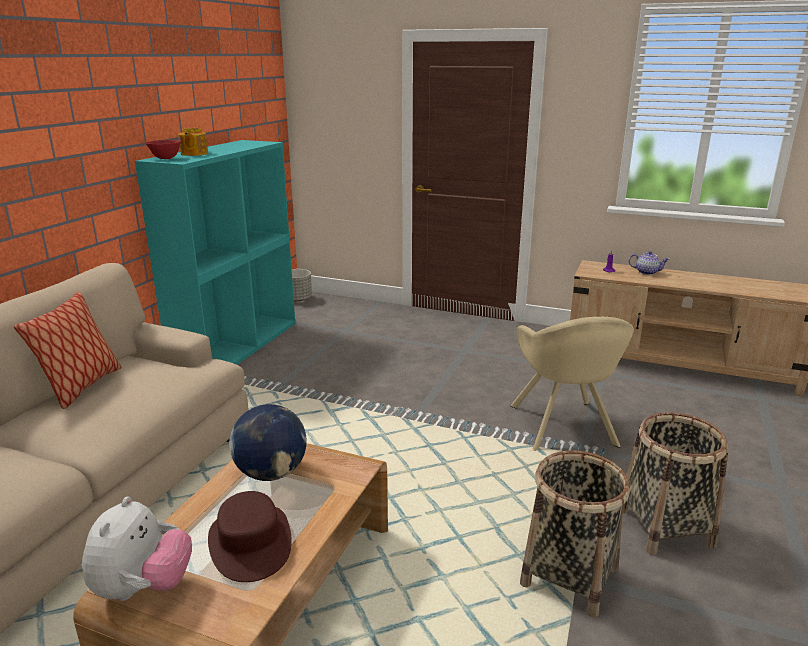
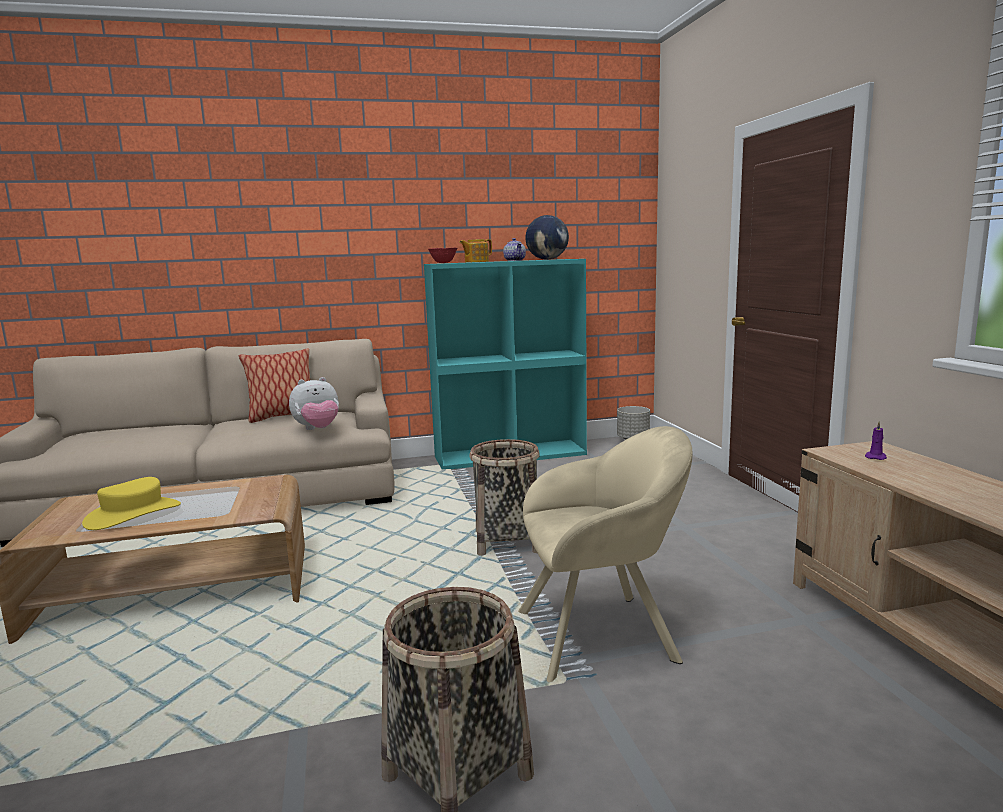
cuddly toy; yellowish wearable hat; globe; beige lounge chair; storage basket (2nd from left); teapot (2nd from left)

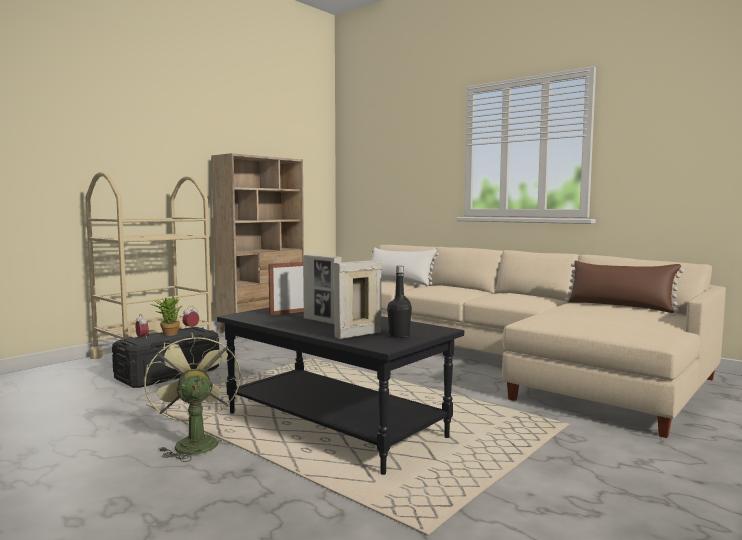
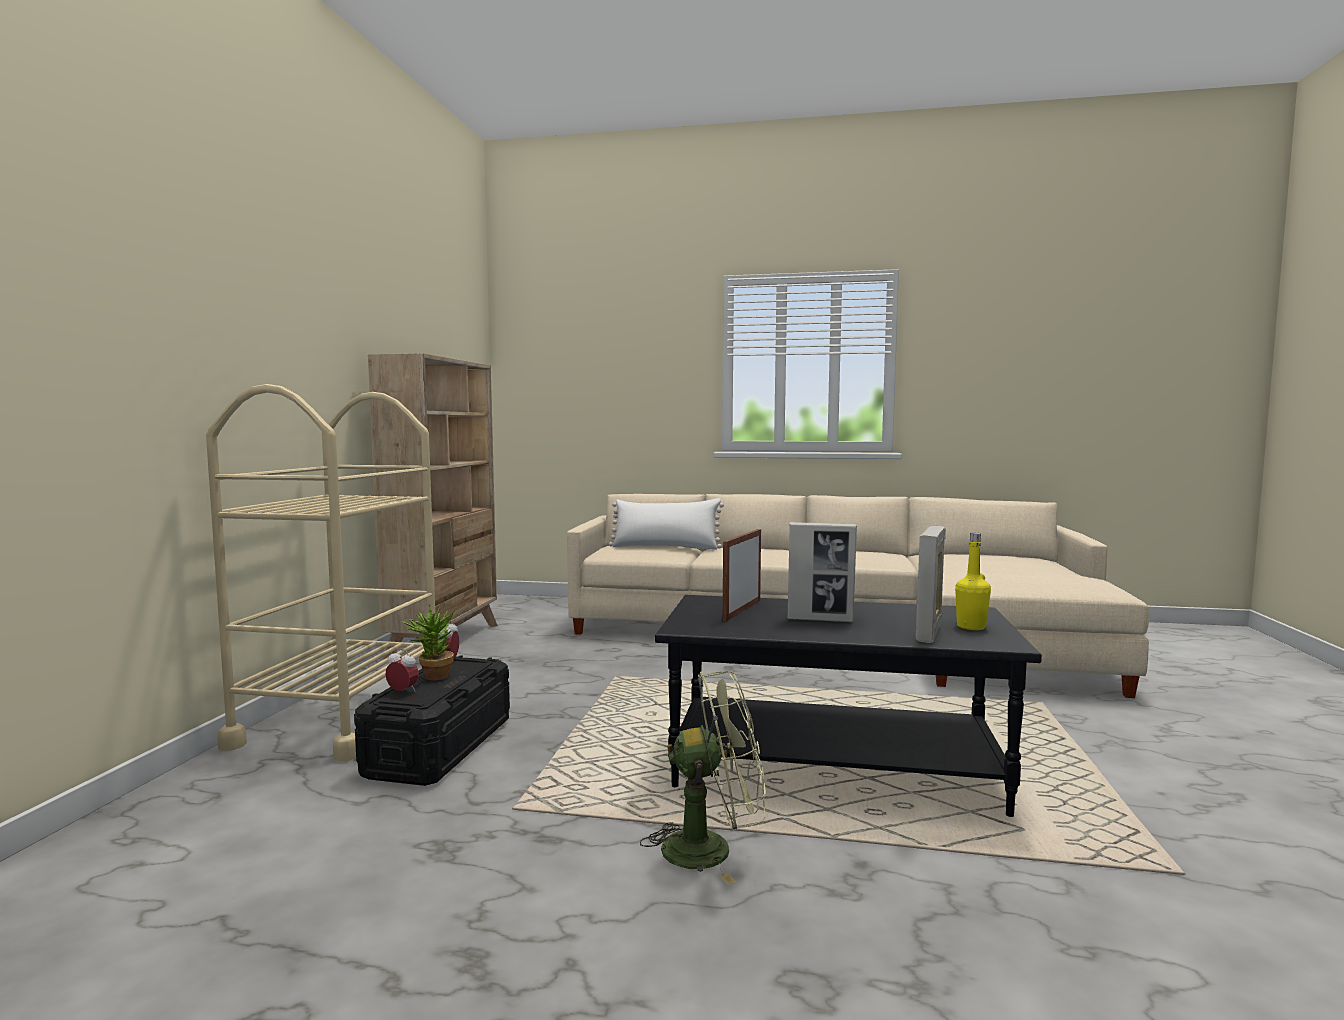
green electric fan; yellowish bottle; brown cushion

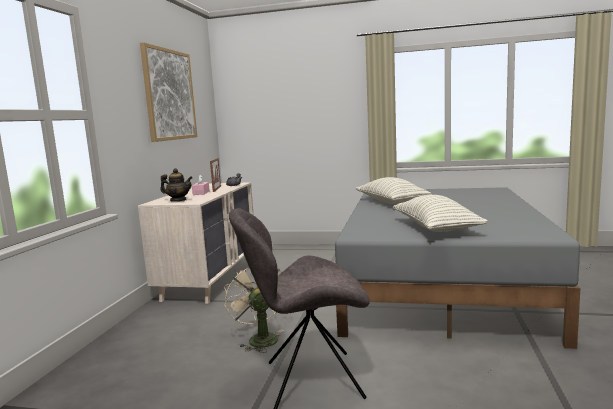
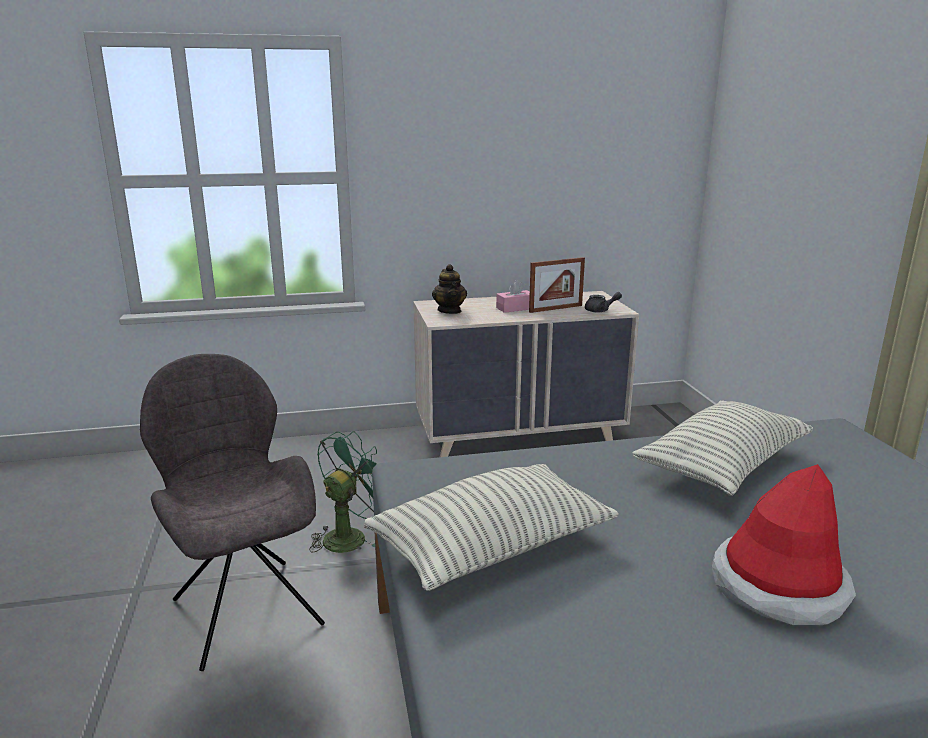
picture; green electric fan; wearable hat

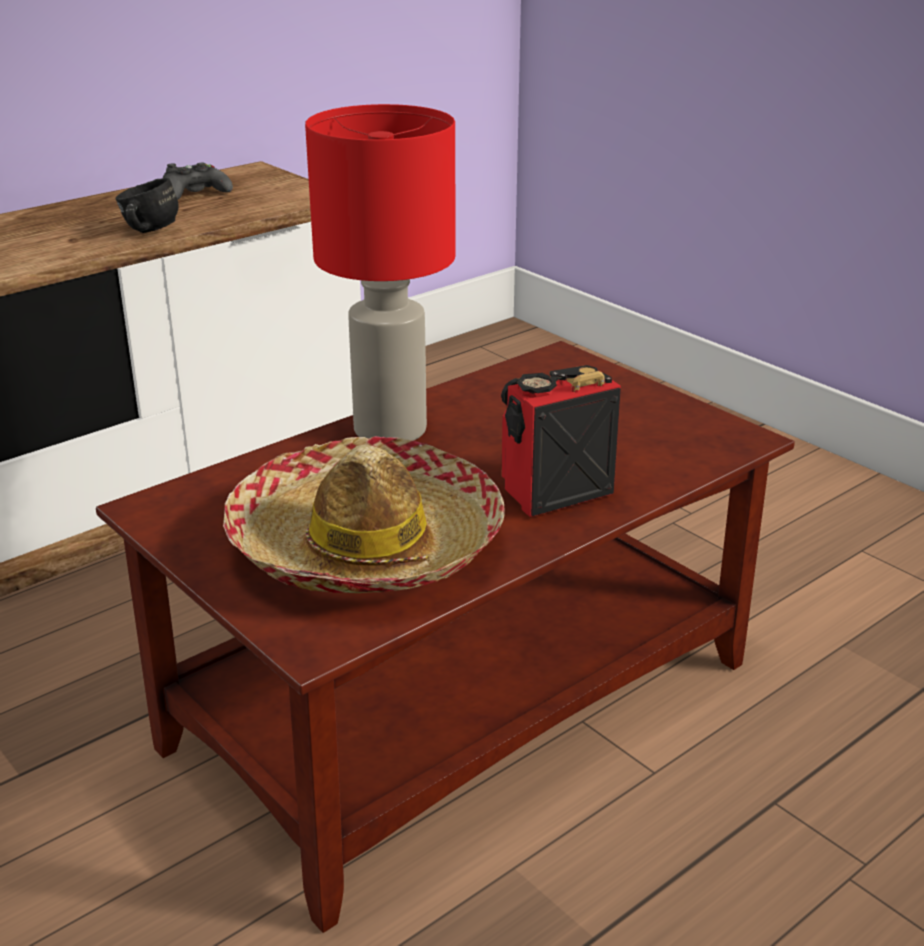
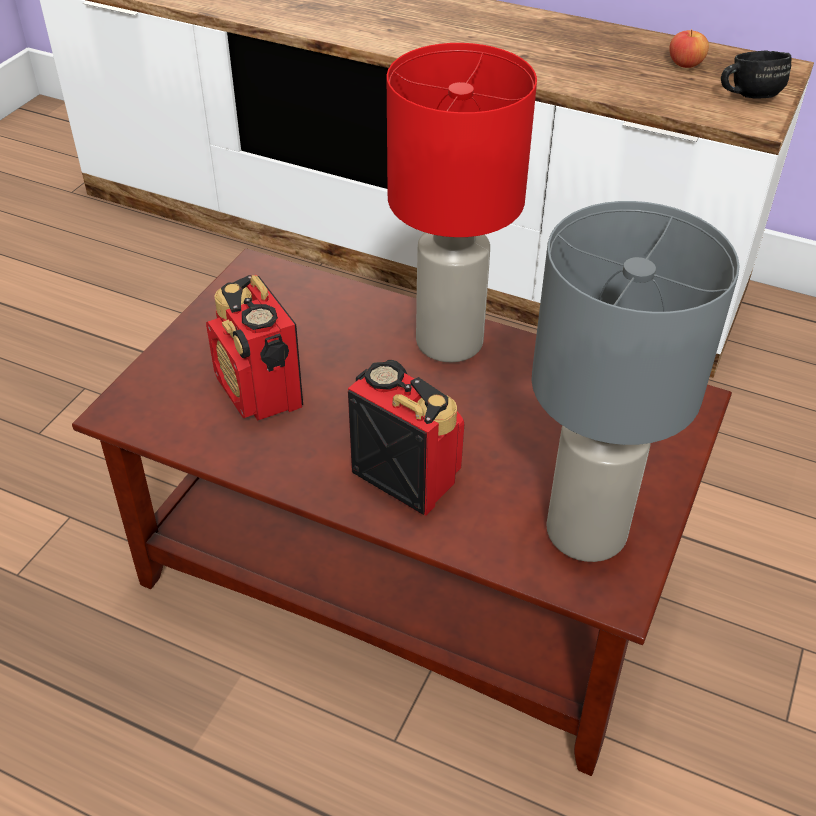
black mug; apple fruit; radio (1st from left); gray tabletop lamp

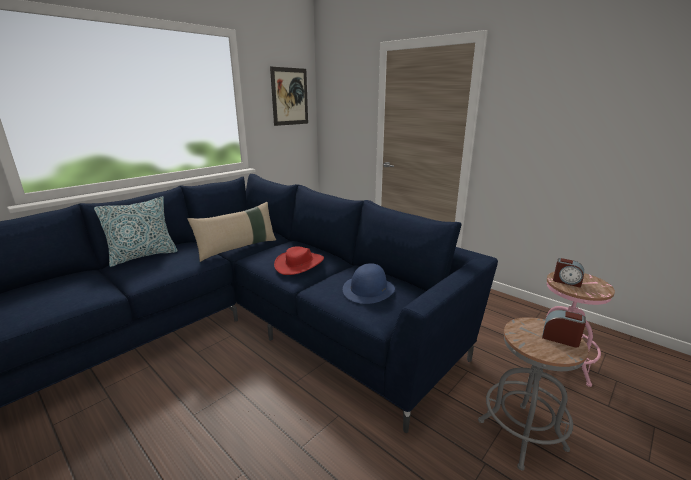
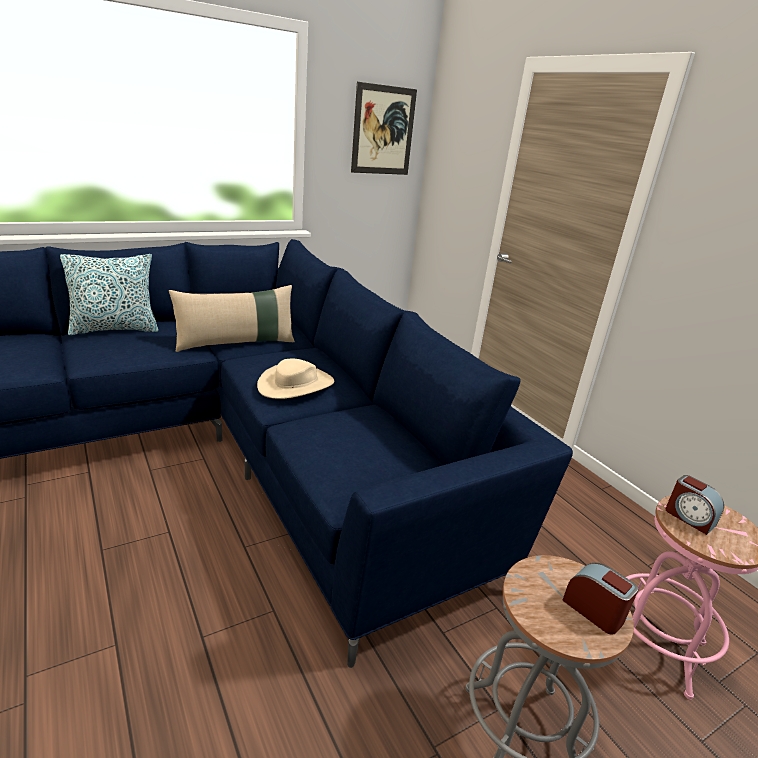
beige wearable hat; bluish wearable hat

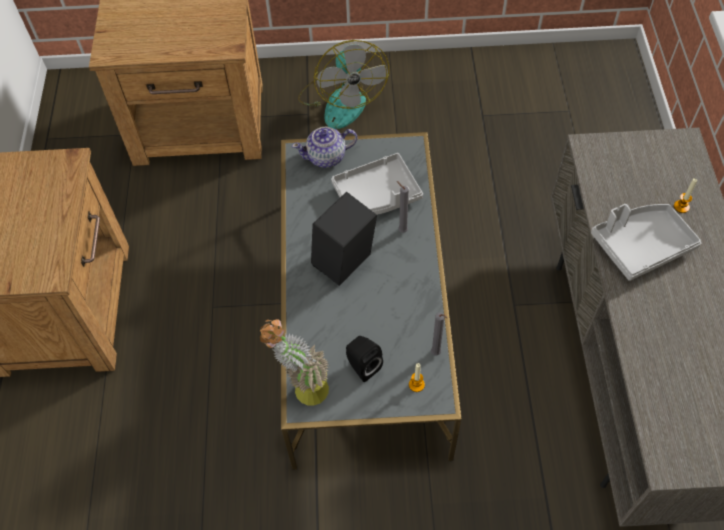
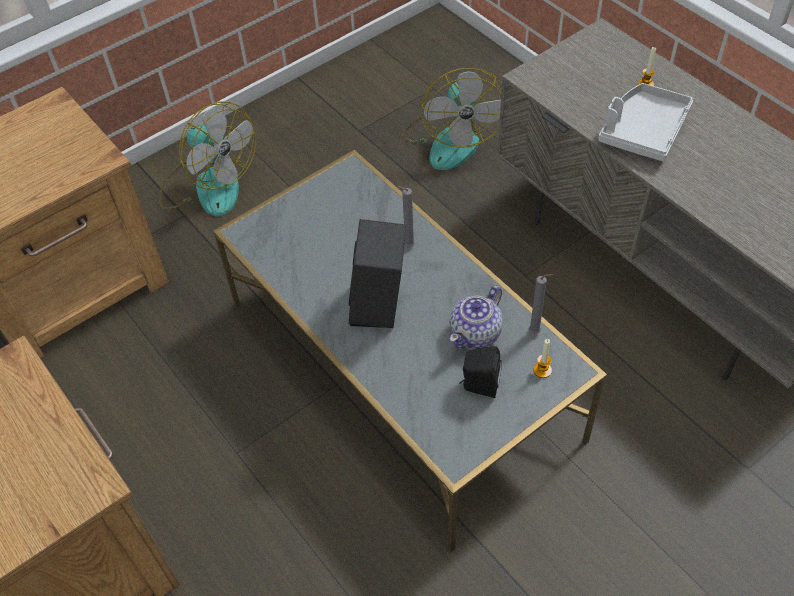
potted plant; teapot; gray serving tray (1st from left in the first image); electric fan (2nd from left)

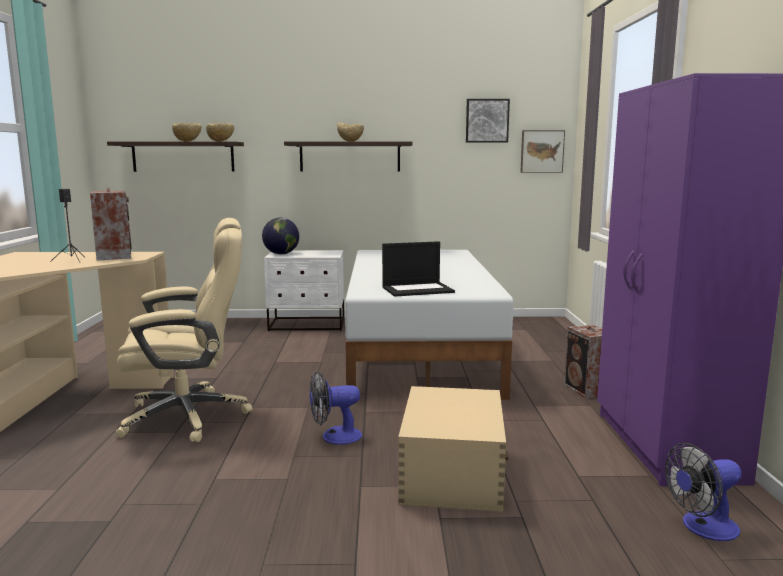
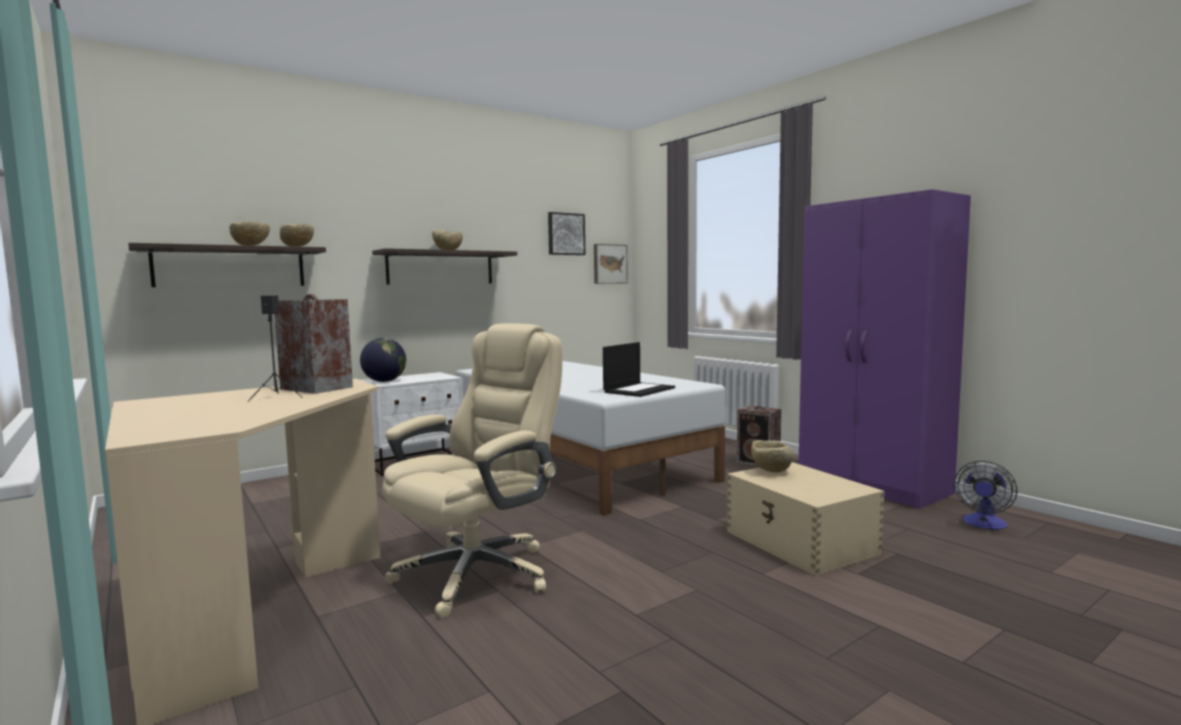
electric fan (1st from left in the first image); beige serving bowl (4th from left)

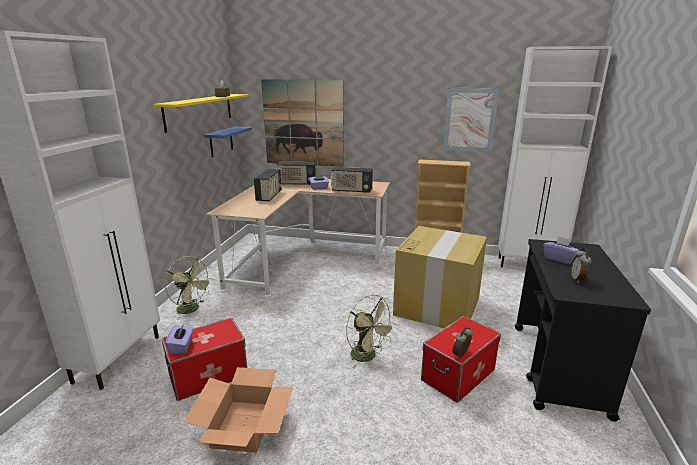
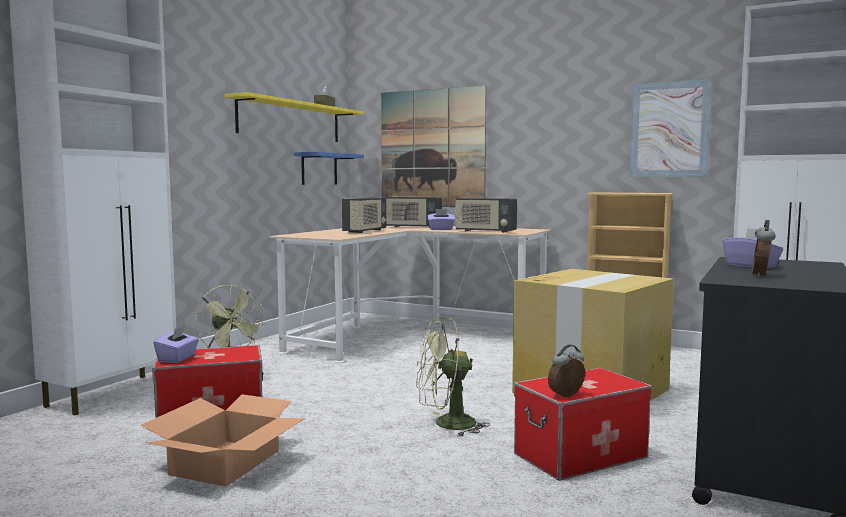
green electric fan (2nd from left)

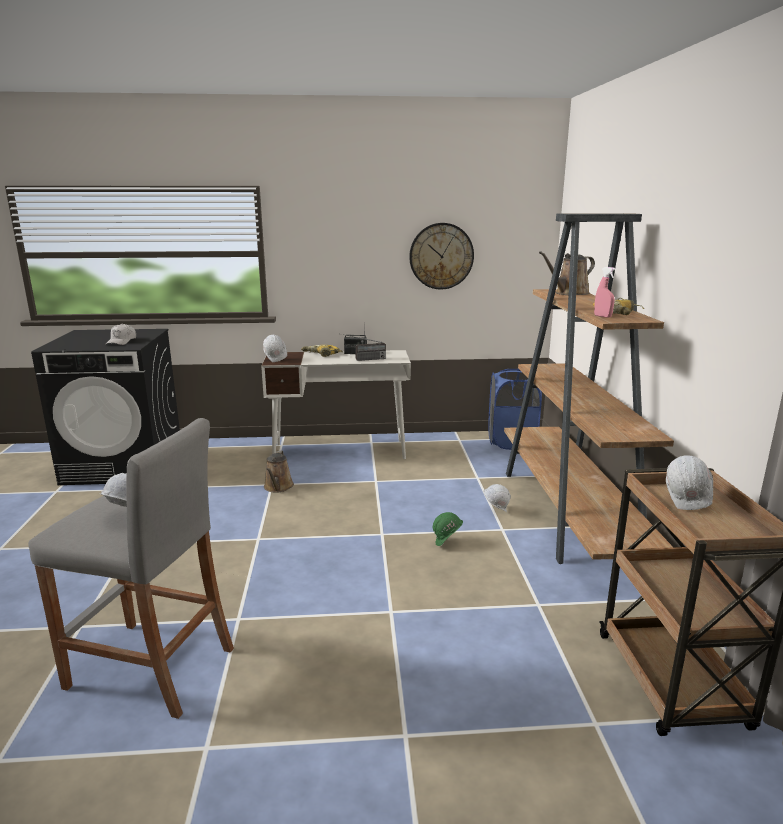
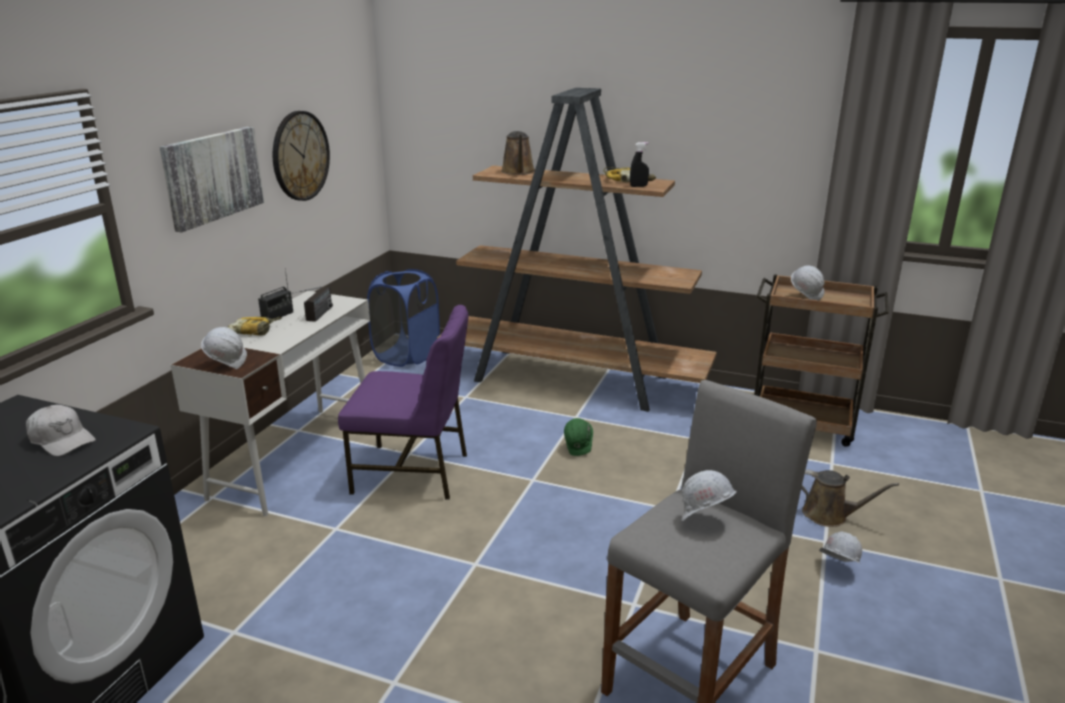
brown watering pot (2nd from left); white safety helmet (4th from left); black hand sprayer; picture; purple-coloured plain chair

